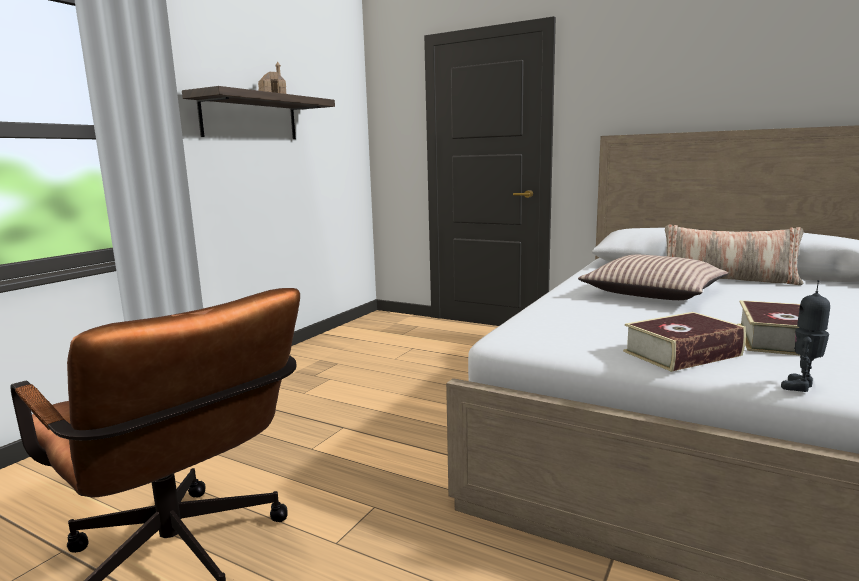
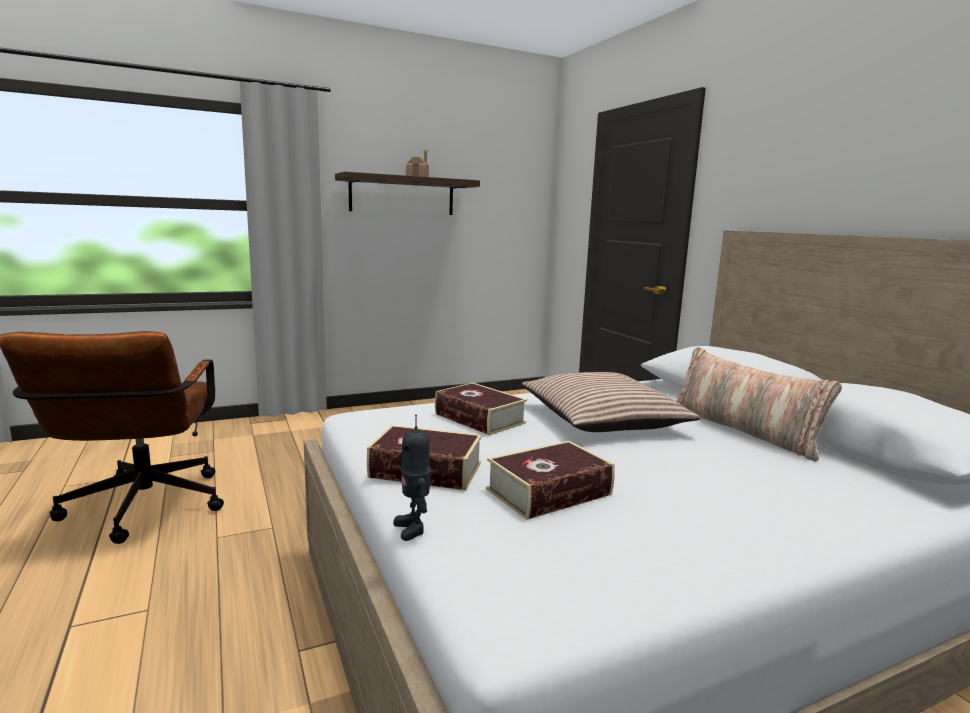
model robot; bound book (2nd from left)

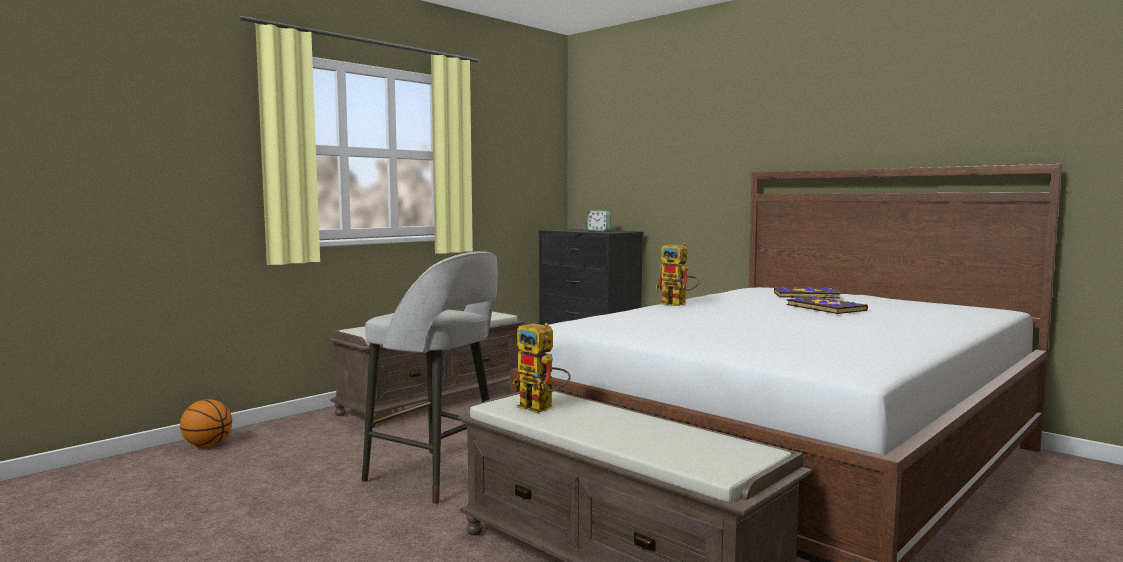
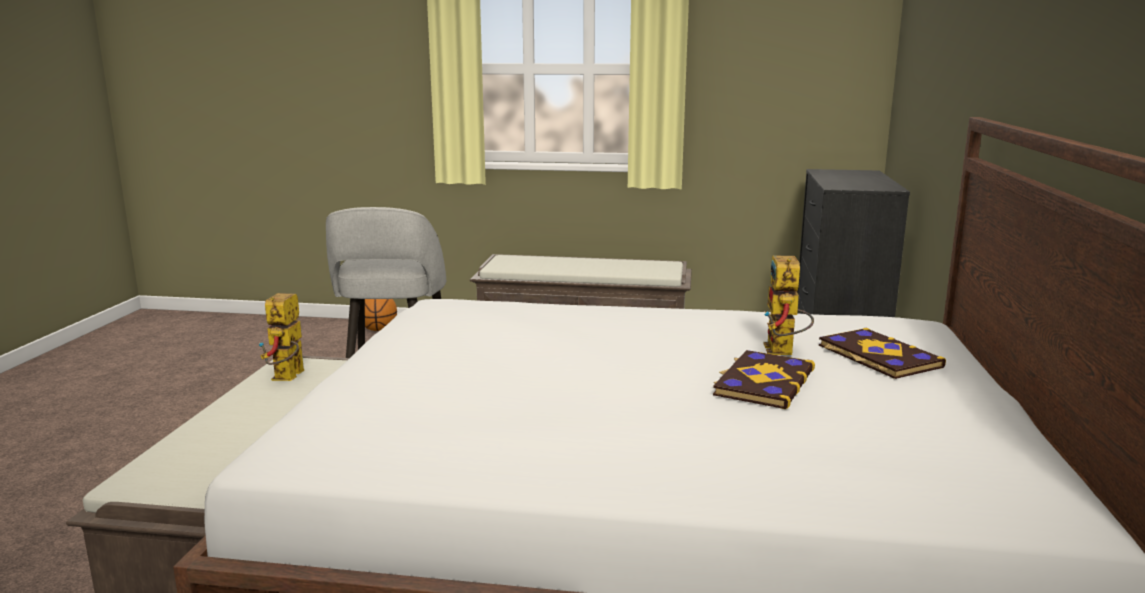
alarm clock; model robot (2nd from left)

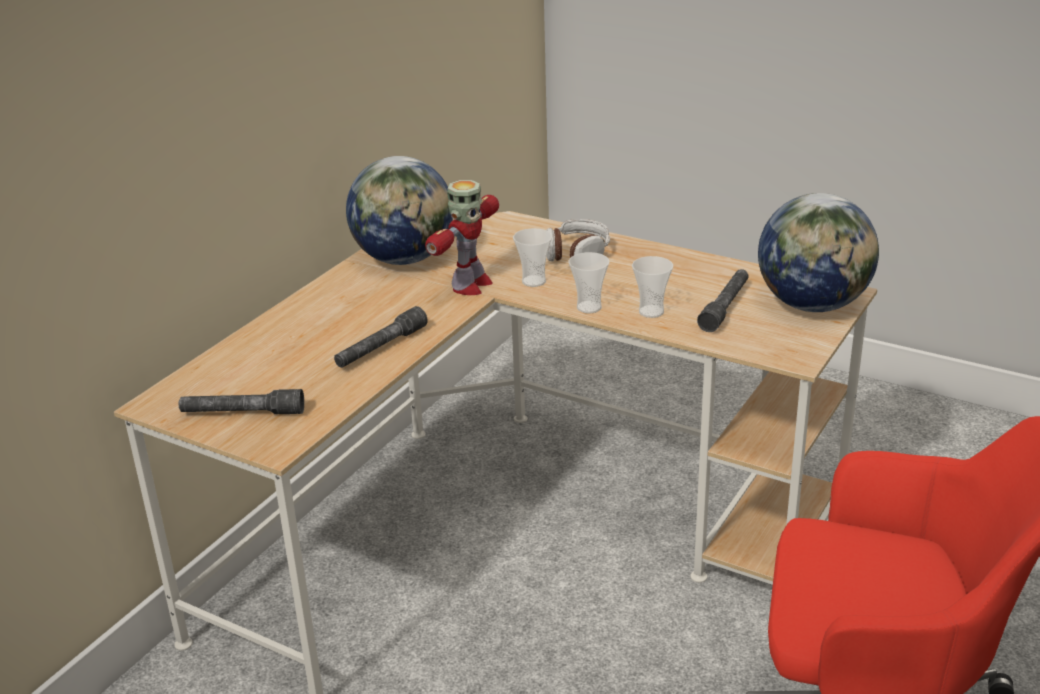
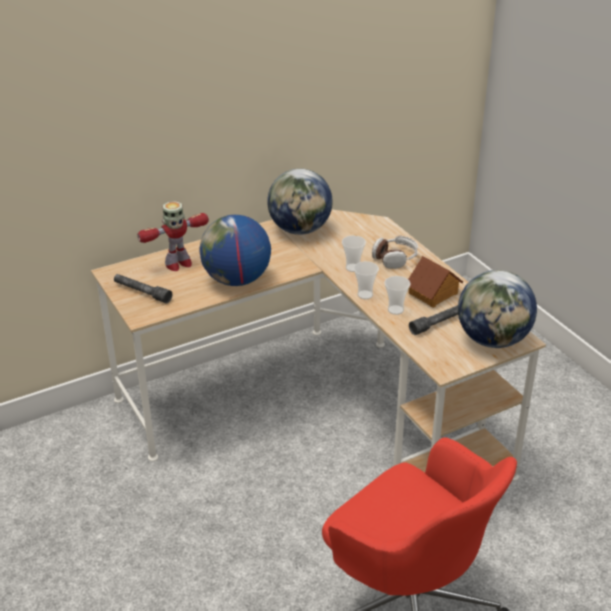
globe (1st from left); model robot; model house

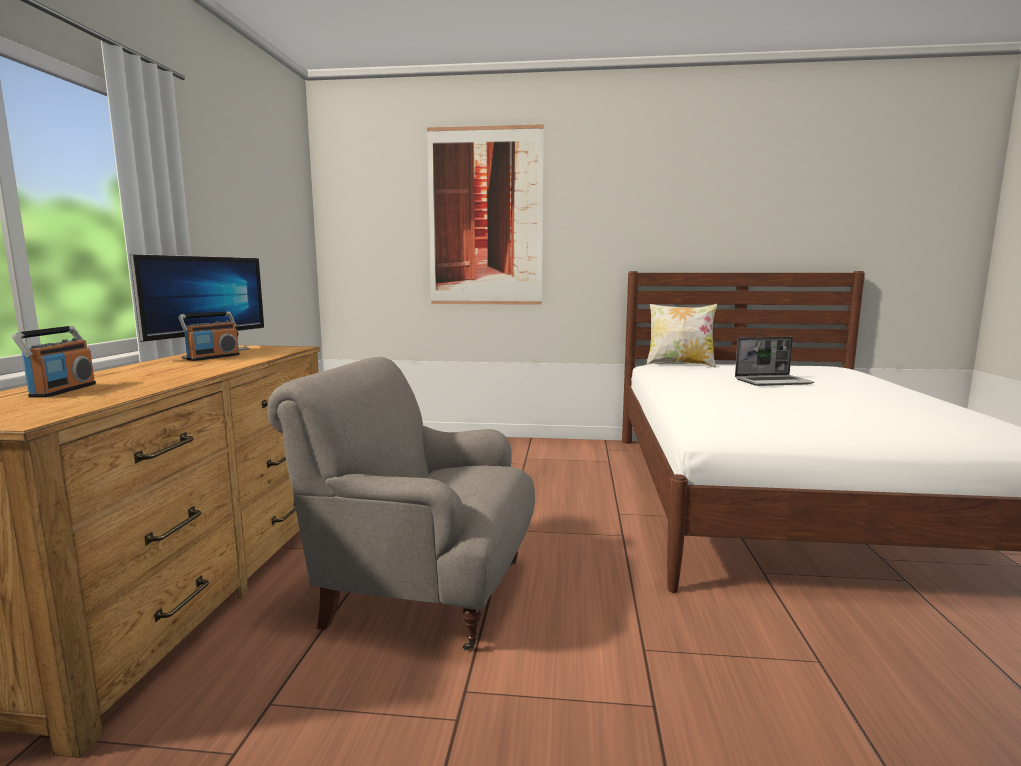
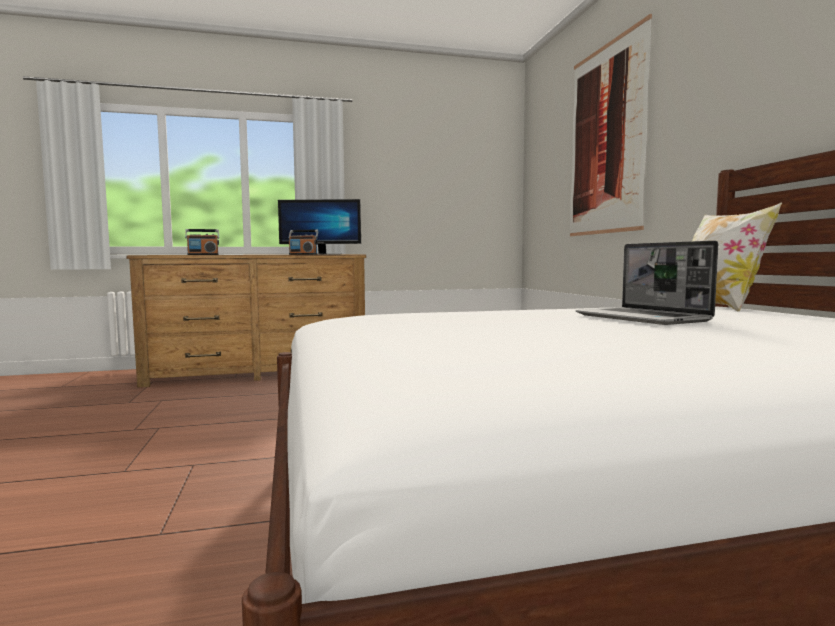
gray lounge chair

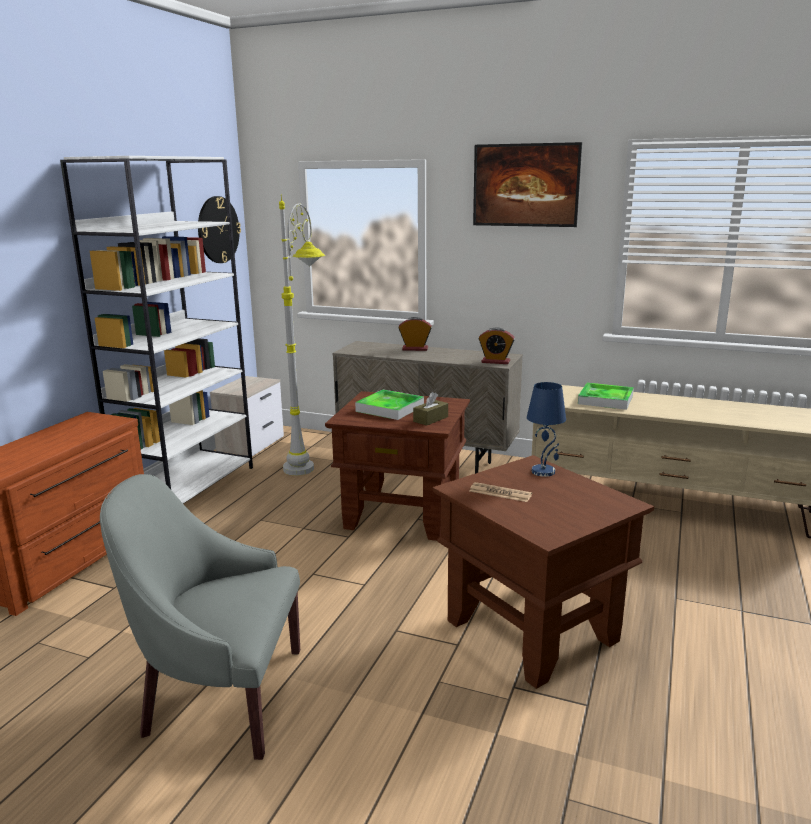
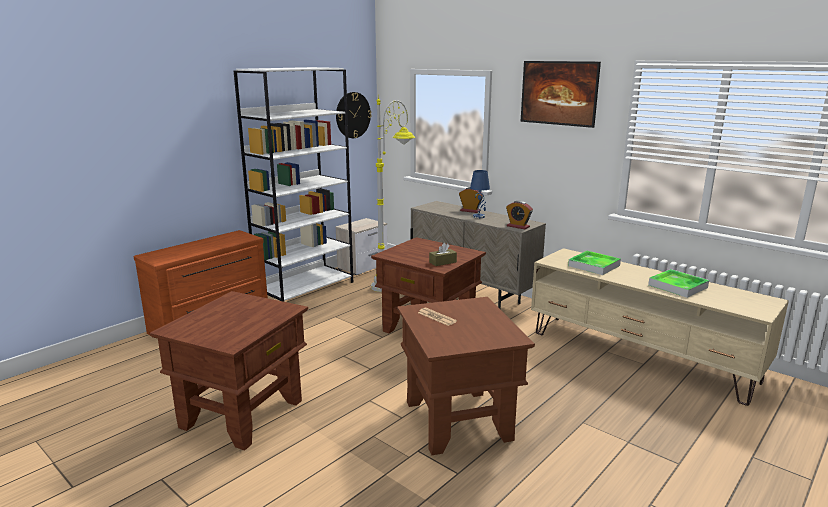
brown accent table (1st from left); serving tray (2nd from left); bluish tabletop lamp

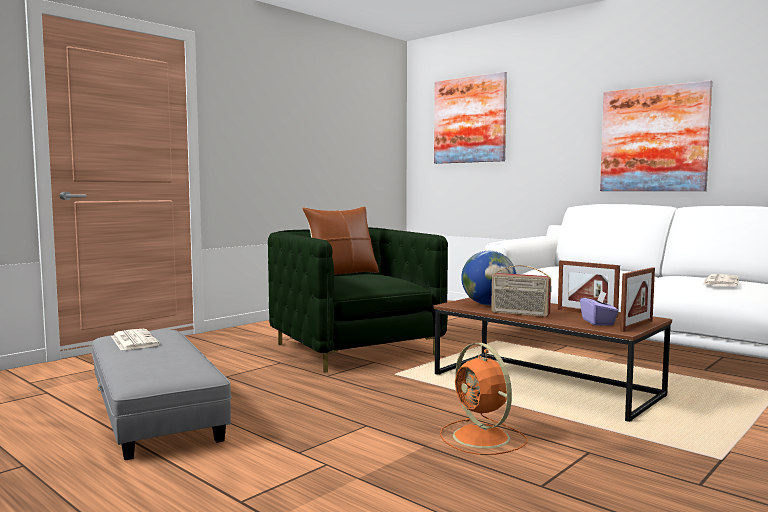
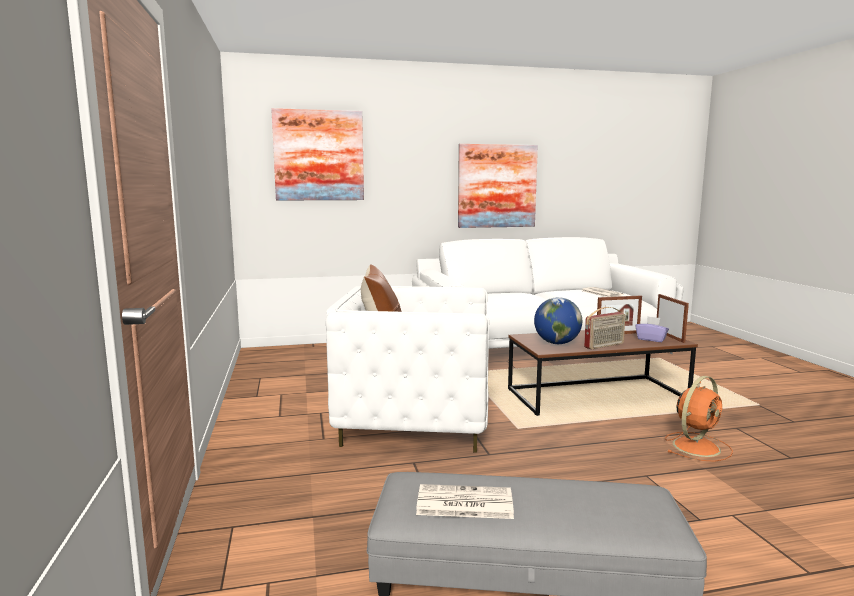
white lounge chair; orange electric fan

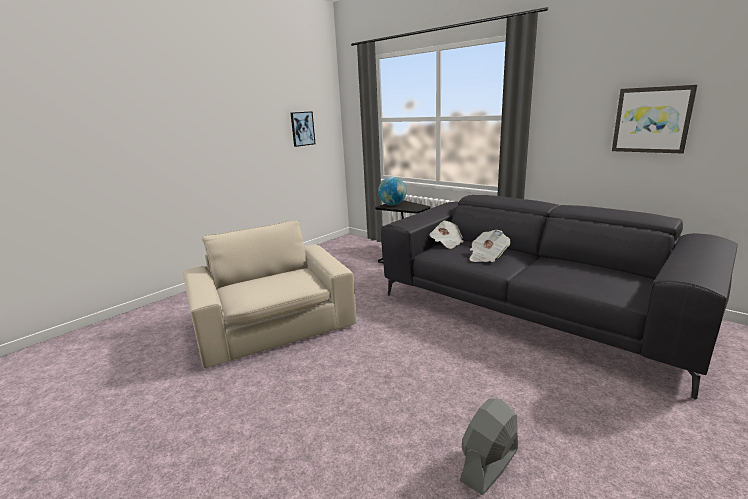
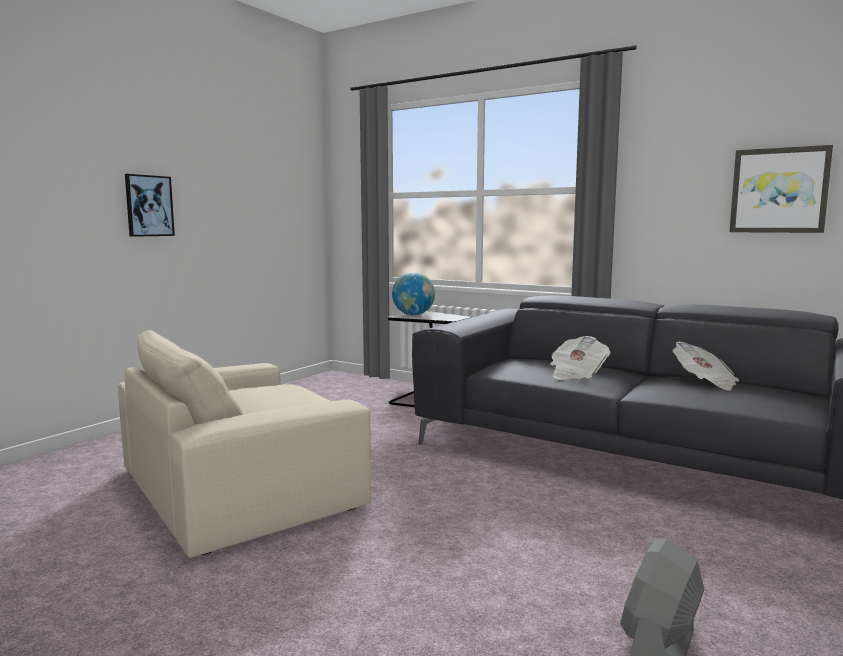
beige lounge chair; picture (1st from left); newspaper (2nd from left)

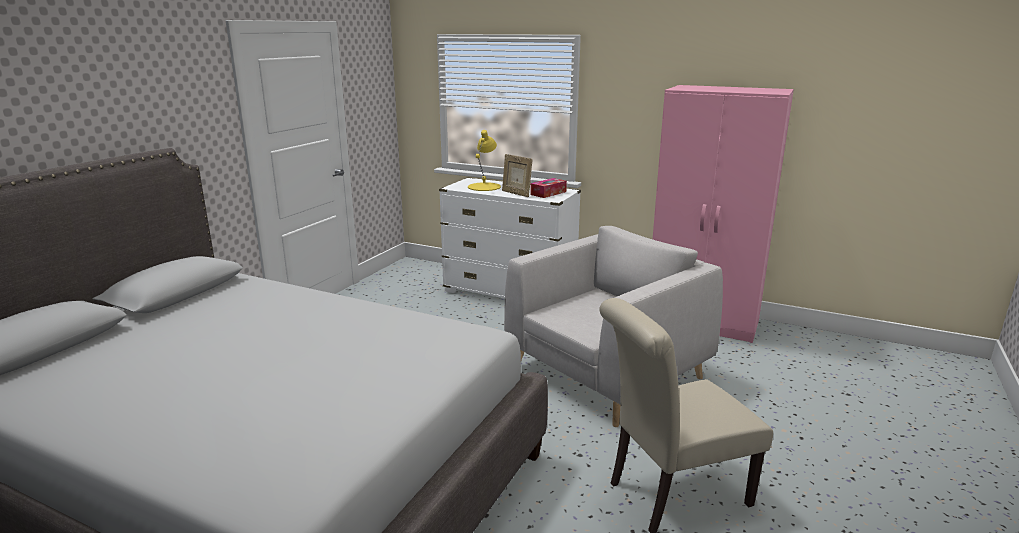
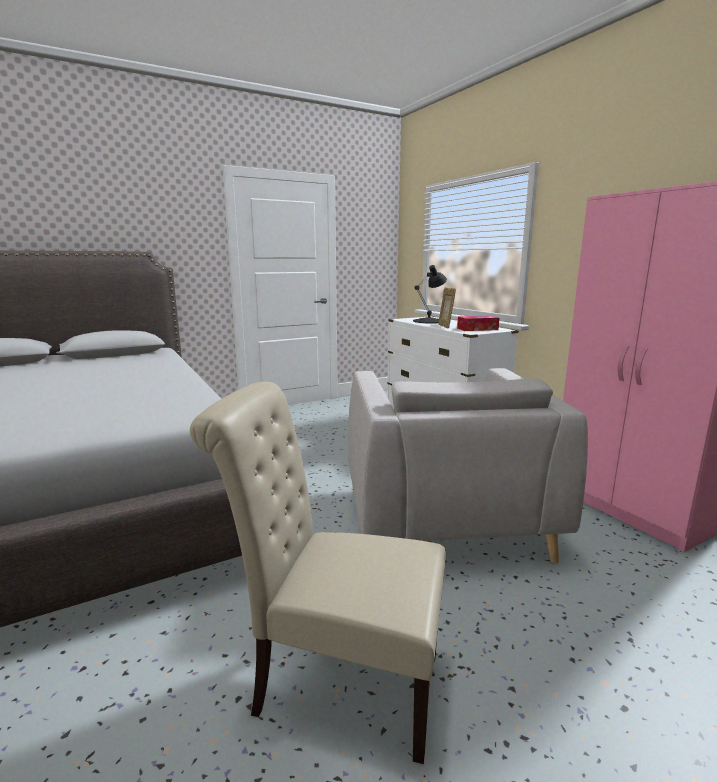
black tabletop lamp; gray lounge chair

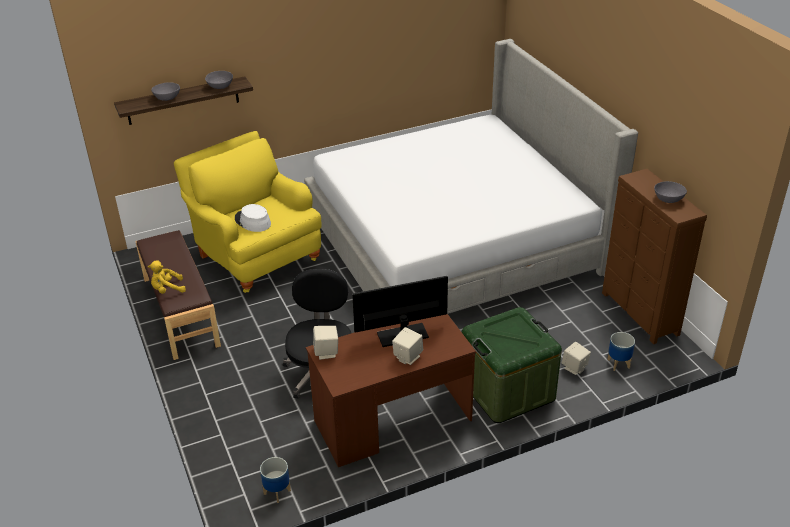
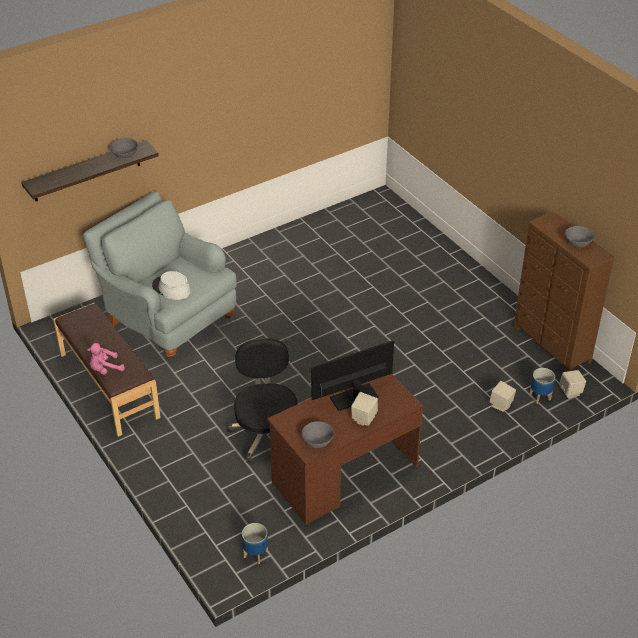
pink-coloured cuddly toy; gray serving bowl (2nd from left); gray lounge chair; bedroom bed; beige audio speaker (3rd from left); green storage bin

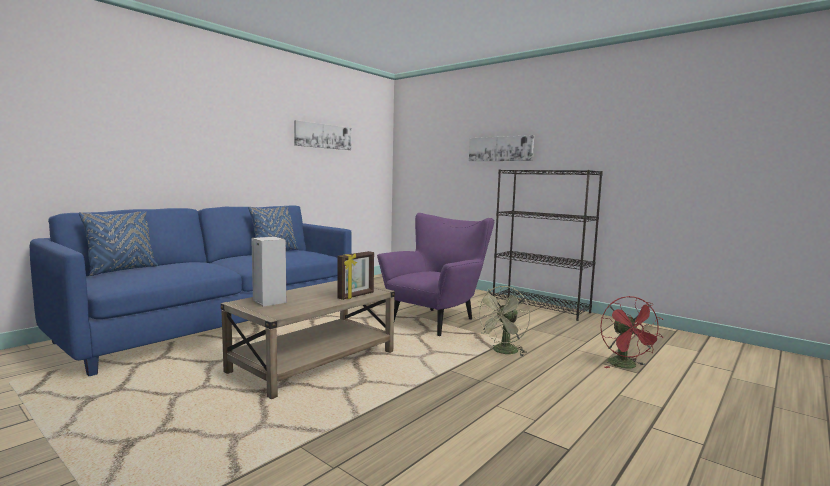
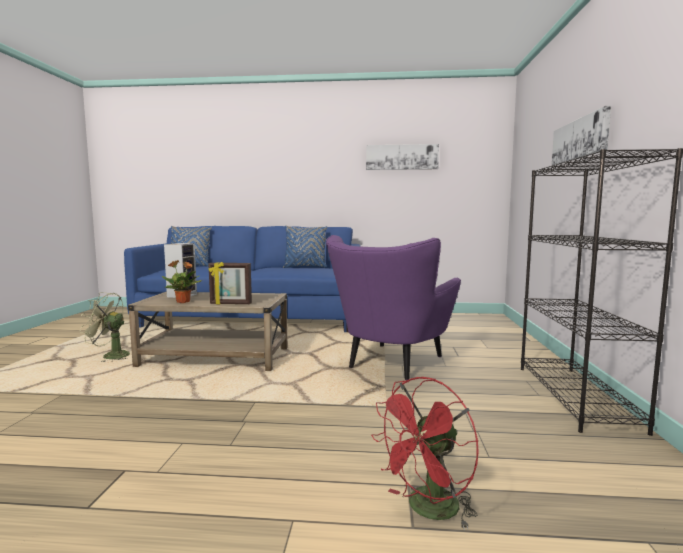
purple-coloured lounge chair; green electric fan; potted plant

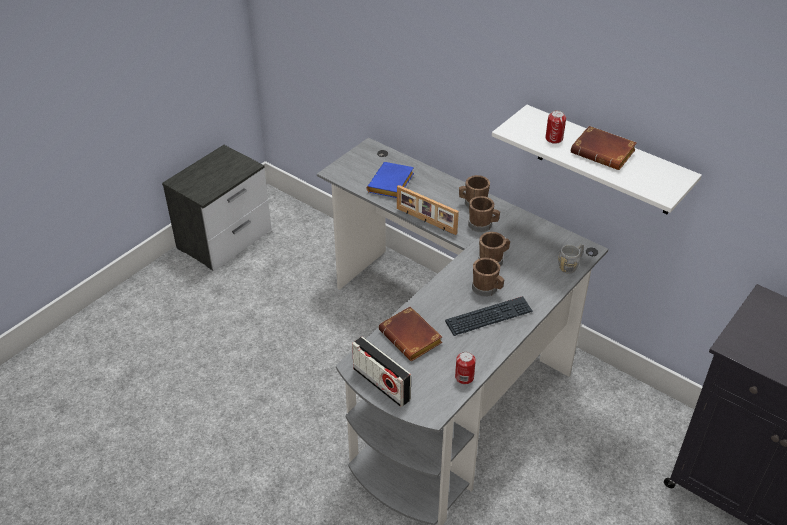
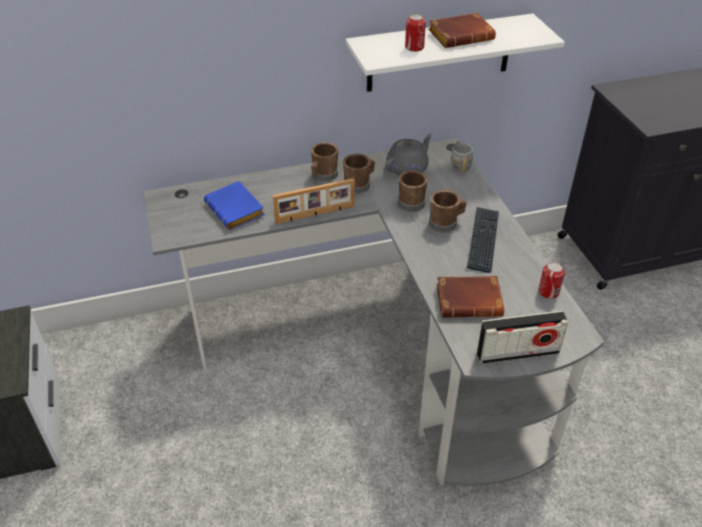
gray teapot

